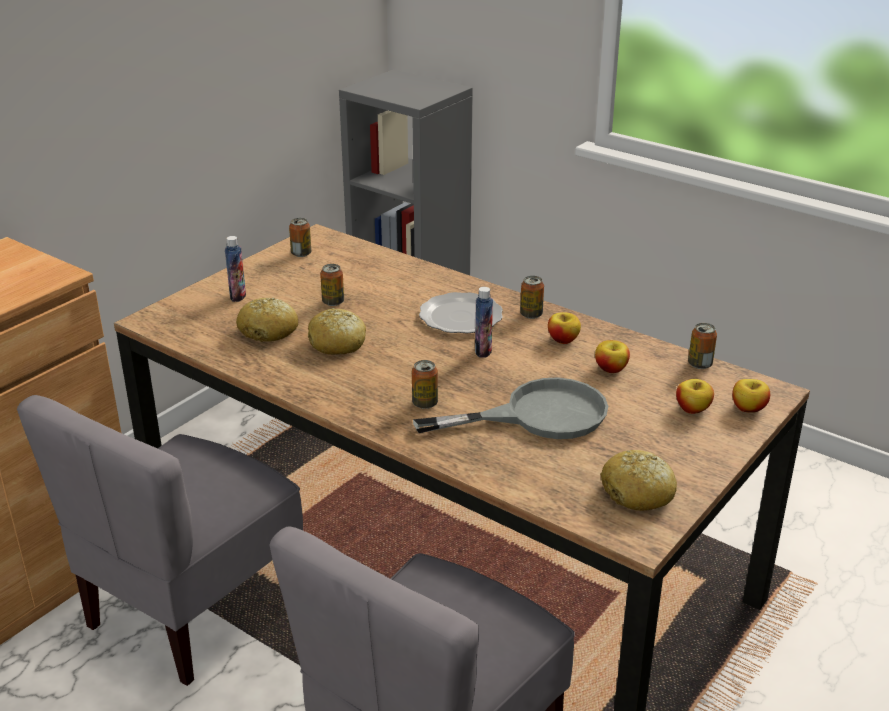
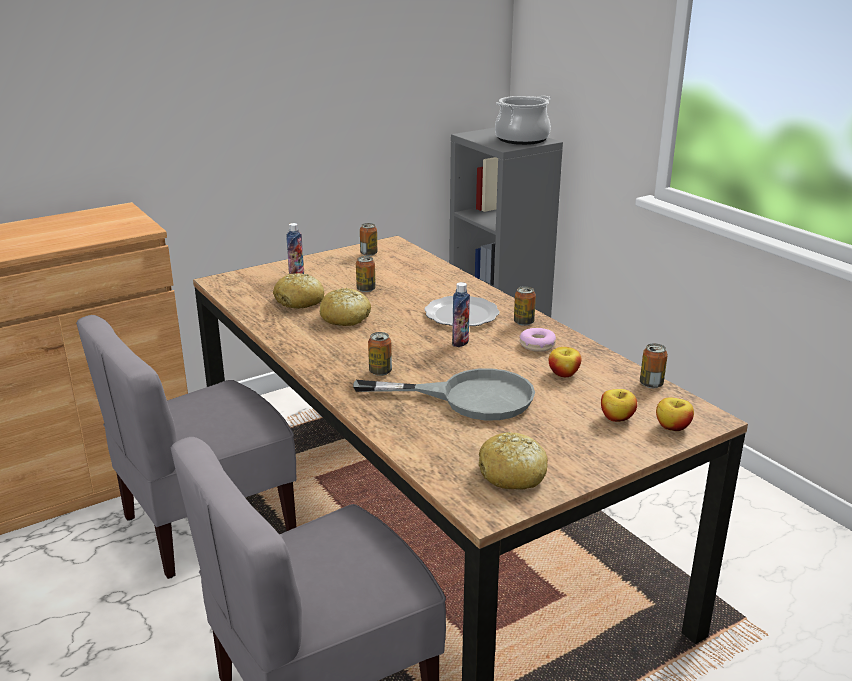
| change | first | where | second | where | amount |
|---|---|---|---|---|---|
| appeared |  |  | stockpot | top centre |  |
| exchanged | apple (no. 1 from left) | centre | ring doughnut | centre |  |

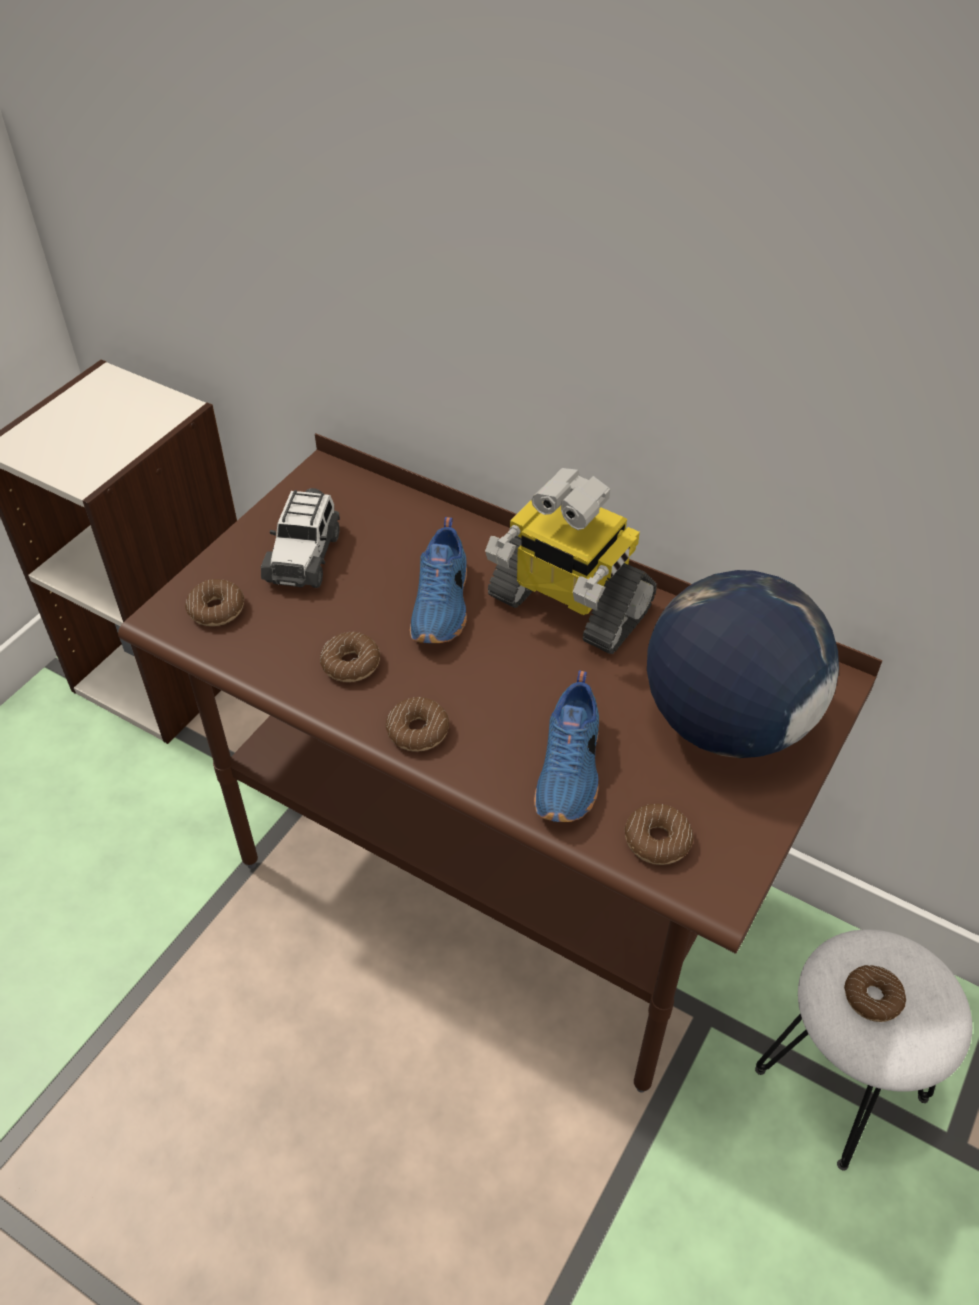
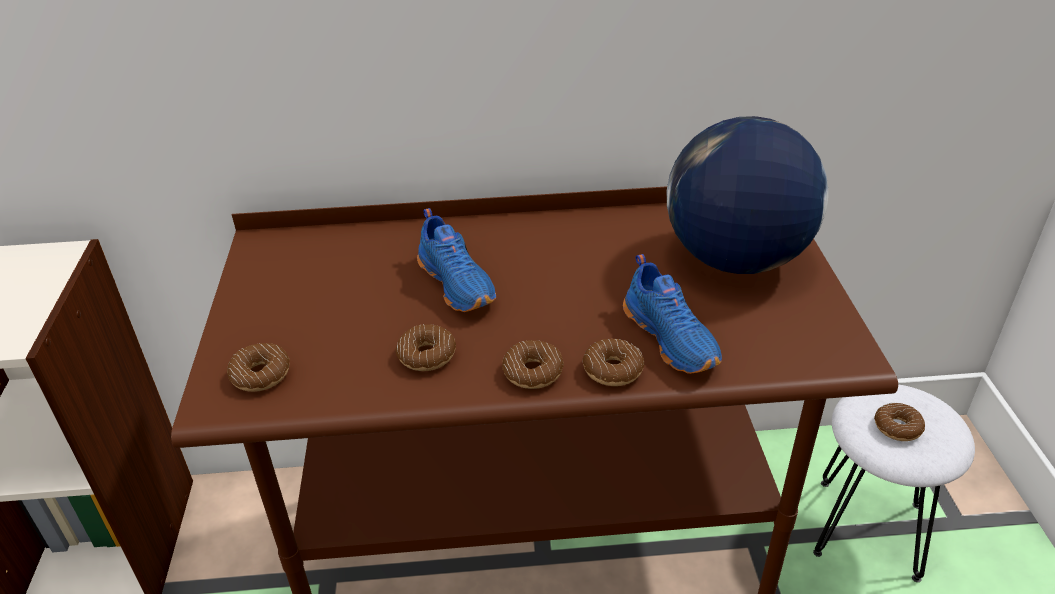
| change | first | where | second | where | amount |
|---|---|---|---|---|---|
| missing | miniature car | middle left |  |  |  |
| missing | model robot | centre |  |  |  |
| relocated | ring doughnut (no. 4 from left) | middle right |  | centre |  |

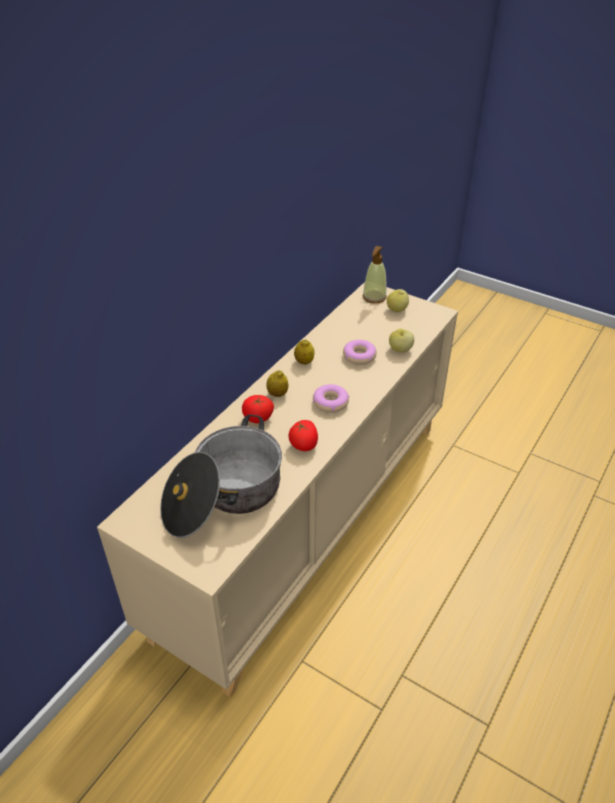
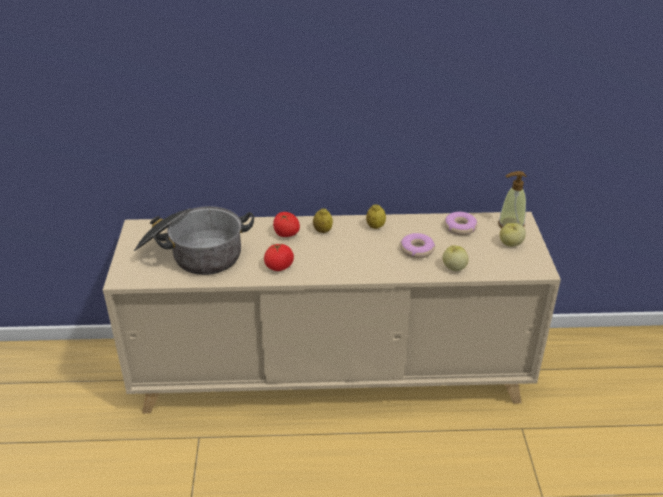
| change | first | where | second | where | amount |
|---|---|---|---|---|---|
| relocated | ring doughnut (no. 1 from left in the first image) | centre | ring doughnut (no. 2 from left) | middle right |  |

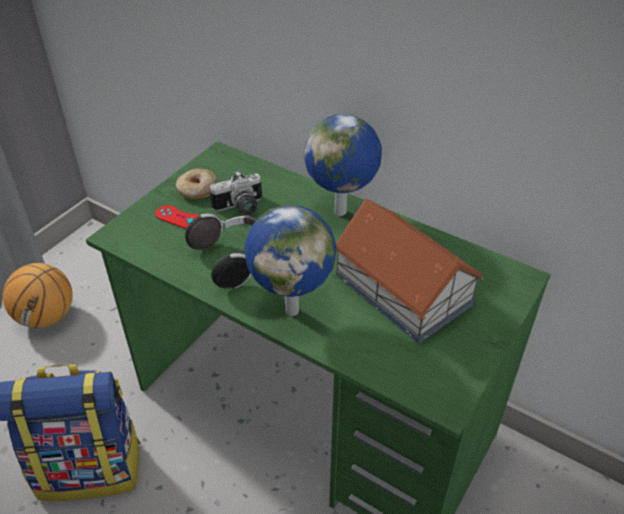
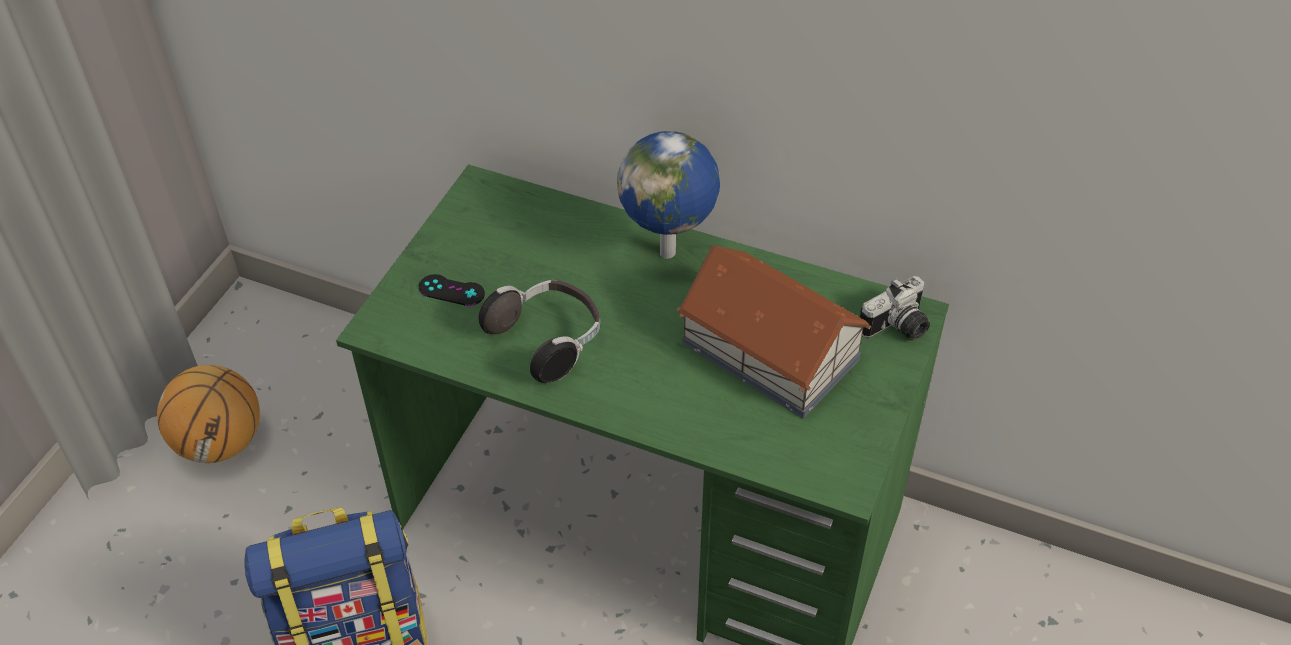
| change | first | where | second | where | amount |
|---|---|---|---|---|---|
| missing | ring doughnut | middle left |  |  |  |
| missing | globe (no. 1 from left) | centre |  |  |  |
| relocated | still camera | centre |  | middle right |  |
| colour | red-coloured joypad | middle left | black-coloured joypad | centre |  |

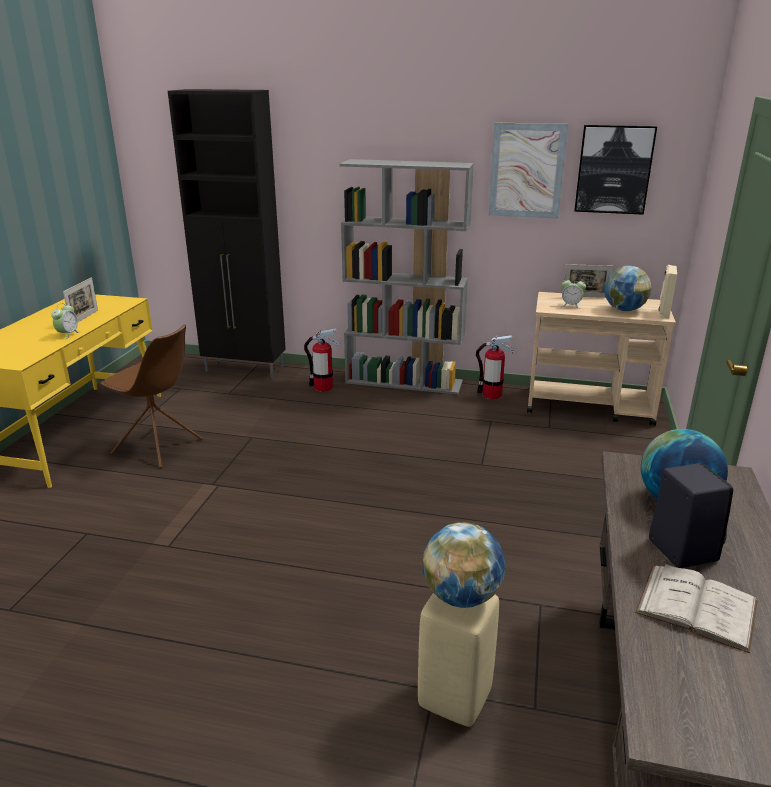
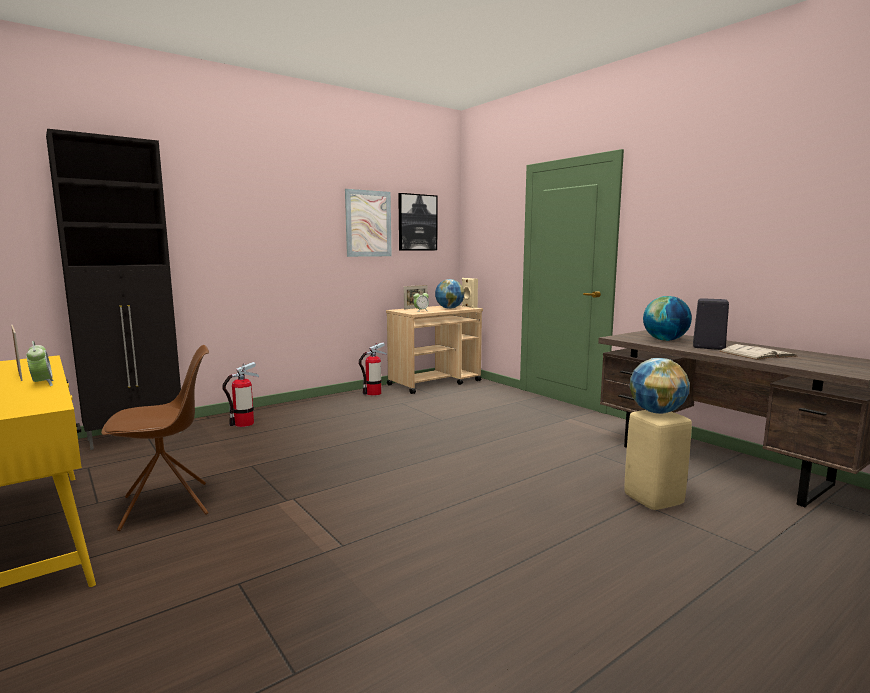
| change | first | where | second | where | amount |
|---|---|---|---|---|---|
| missing | grey shelving unit | centre |  |  |  |

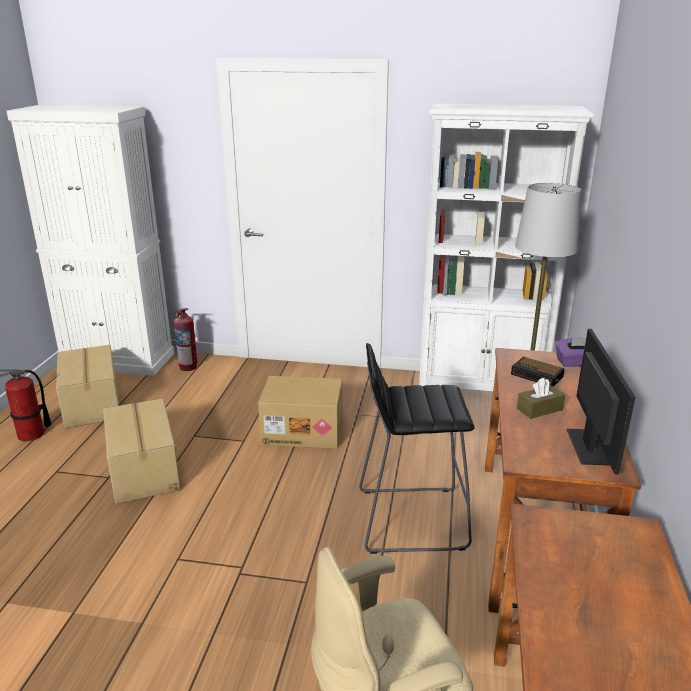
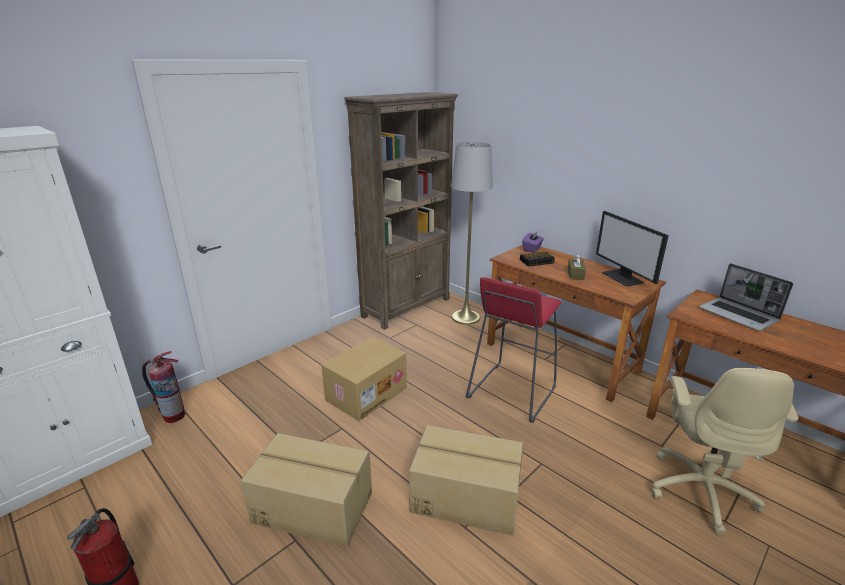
| change | first | where | second | where | amount |
|---|---|---|---|---|---|
| appeared |  |  | portable computer | middle right |  |
| relocated | carton (no. 1 from left in the first image) | middle left | carton (no. 3 from left) | bottom centre |  |
| colour | black-coloured stool | centre | red-coloured stool | centre |  |
| colour | white shelving unit | middle right | brown shelving unit | centre |  |
| spun | computer display | middle right |  | middle right | 150 degrees counterclockwise |

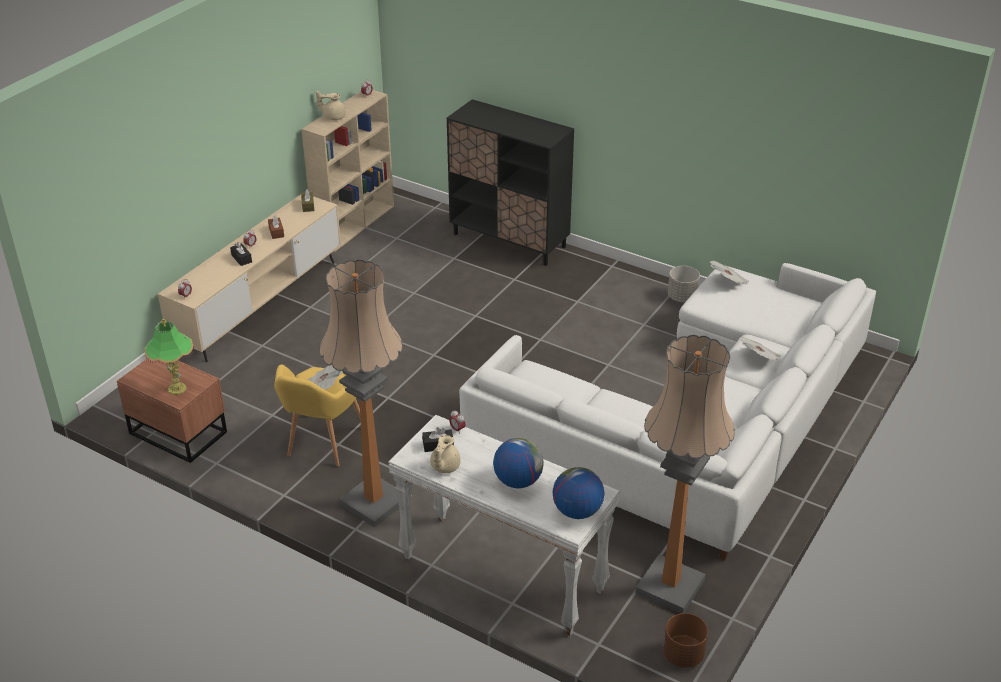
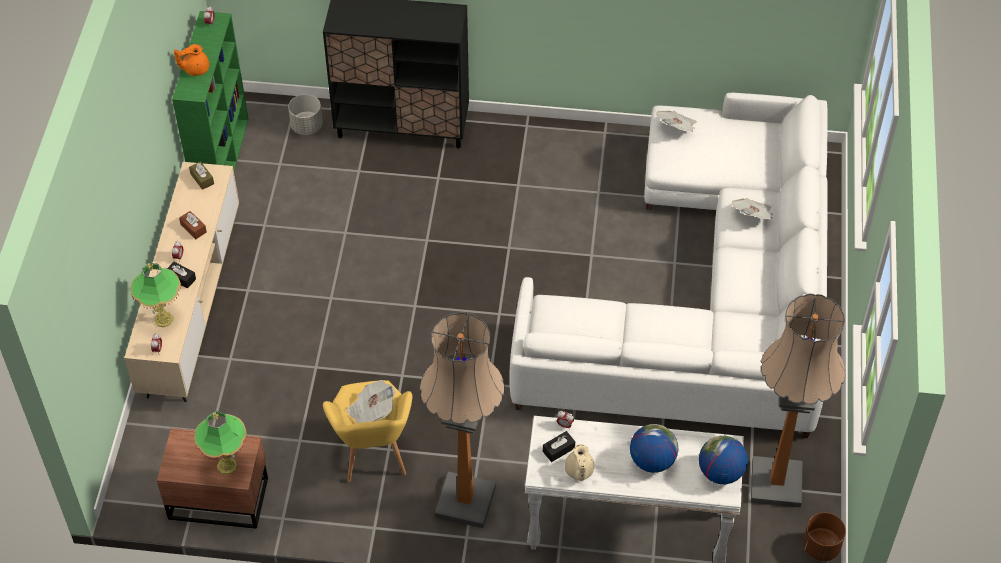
| change | first | where | second | where | amount |
|---|---|---|---|---|---|
| appeared |  |  | table lamp (no. 1 from left) | middle left |  |
| relocated | grey planter | middle right |  | top left |  |
| colour | beige-coloured shelving unit | top centre | green-coloured shelving unit | top left |  |
| colour | beige-coloured pot for tea (no. 1 from left) | top left | orange-coloured pot for tea | top left |  |

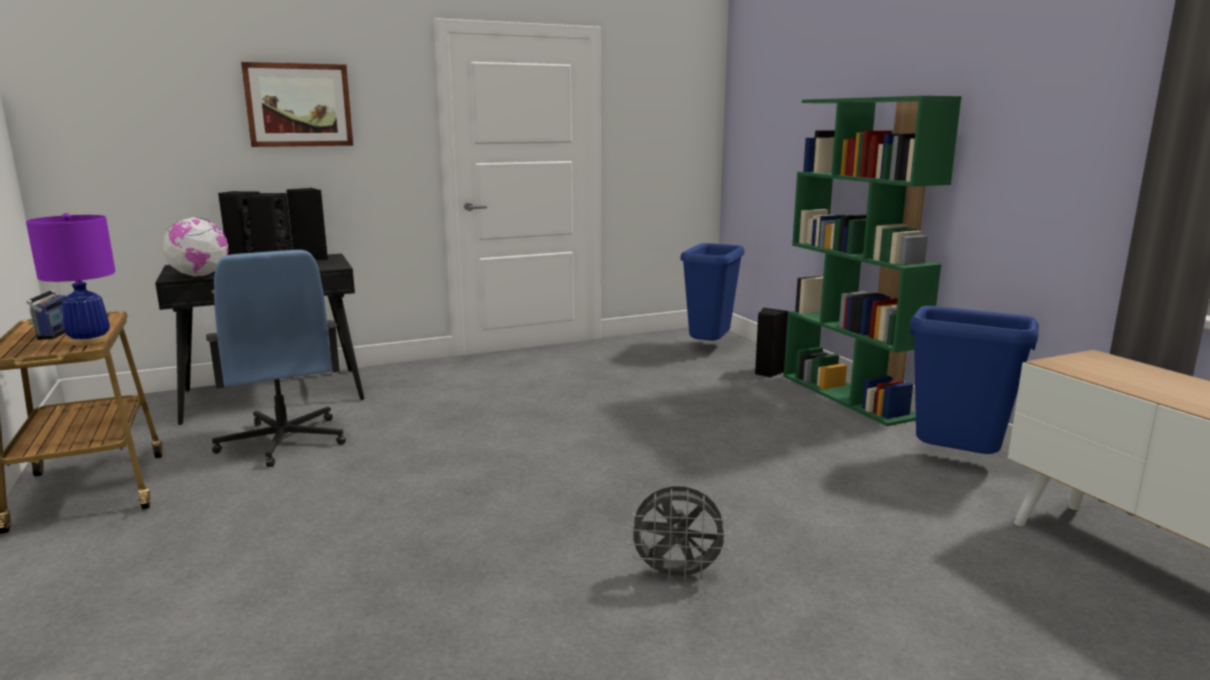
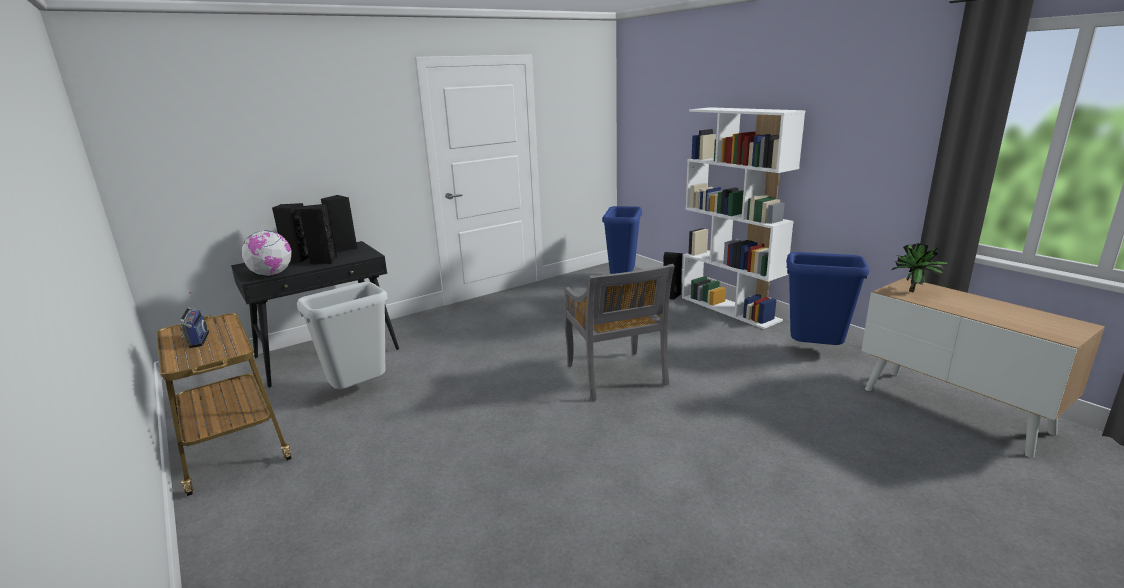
| change | first | where | second | where | amount |
|---|---|---|---|---|---|
| missing | purplish table lamp | middle left |  |  |  |
| missing | wall picture | top left |  |  |  |
| missing | grey cooling fan | bottom centre |  |  |  |
| appeared |  |  | grey chair | centre |  |
| appeared |  |  | potted plant | middle right |  |
| exchanged | bluish office chair | middle left | grey trash can | middle left |  |
| colour | green-coloured shelving unit | middle right | white shelving unit | centre |  |

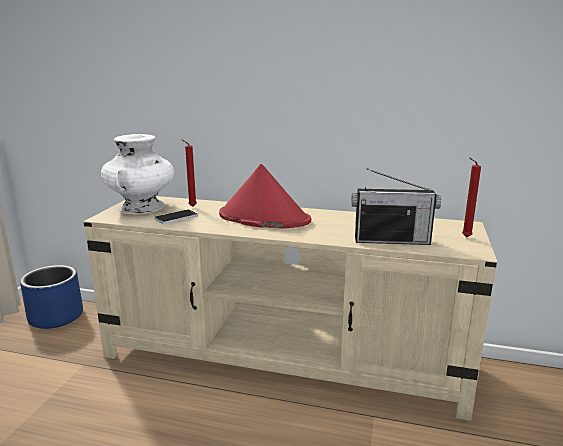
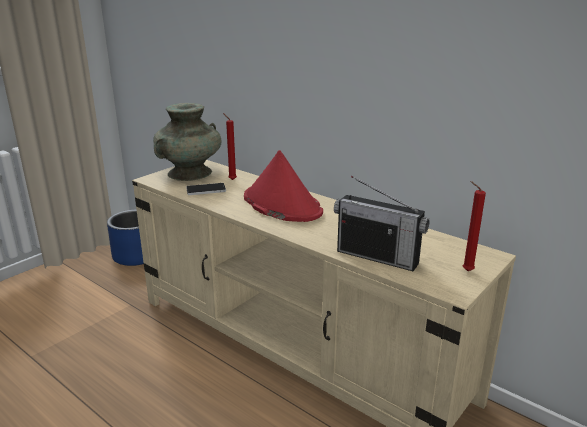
| change | first | where | second | where | amount |
|---|---|---|---|---|---|
| colour | white vase | middle left | blue-green vase | top left |  |

